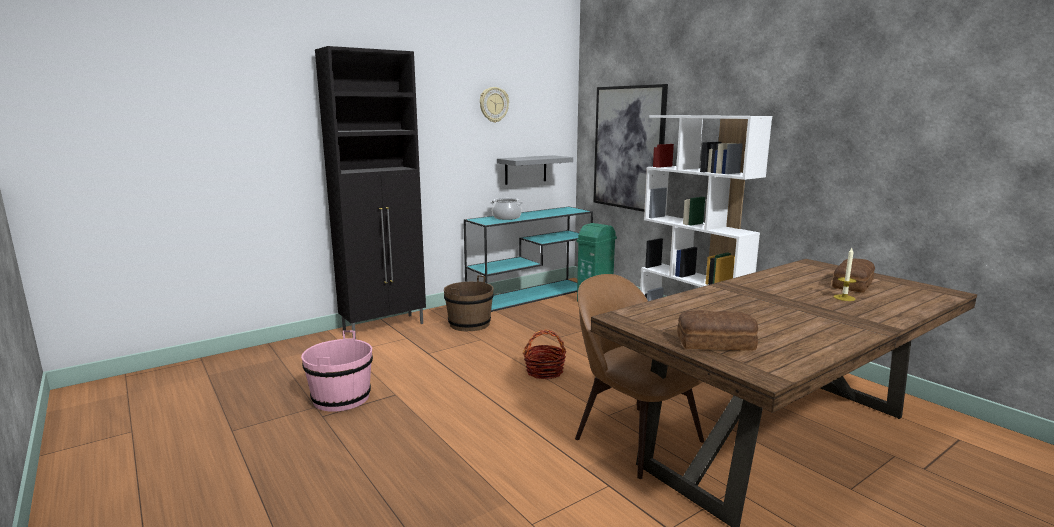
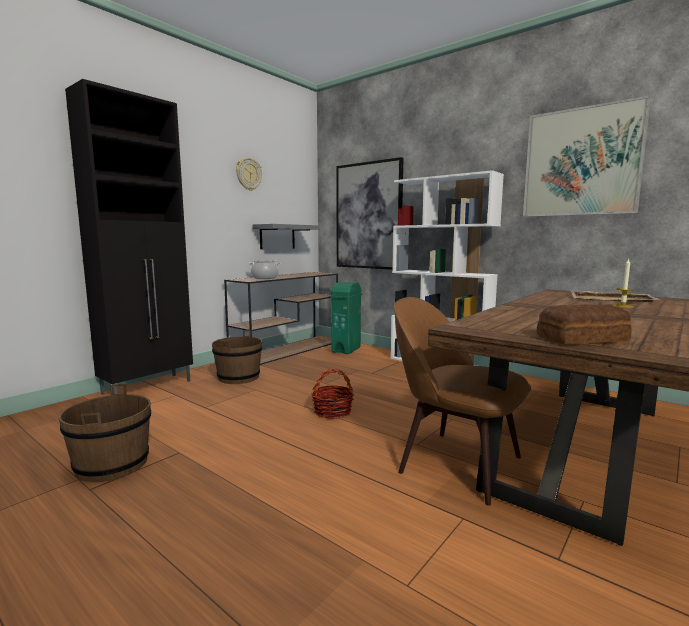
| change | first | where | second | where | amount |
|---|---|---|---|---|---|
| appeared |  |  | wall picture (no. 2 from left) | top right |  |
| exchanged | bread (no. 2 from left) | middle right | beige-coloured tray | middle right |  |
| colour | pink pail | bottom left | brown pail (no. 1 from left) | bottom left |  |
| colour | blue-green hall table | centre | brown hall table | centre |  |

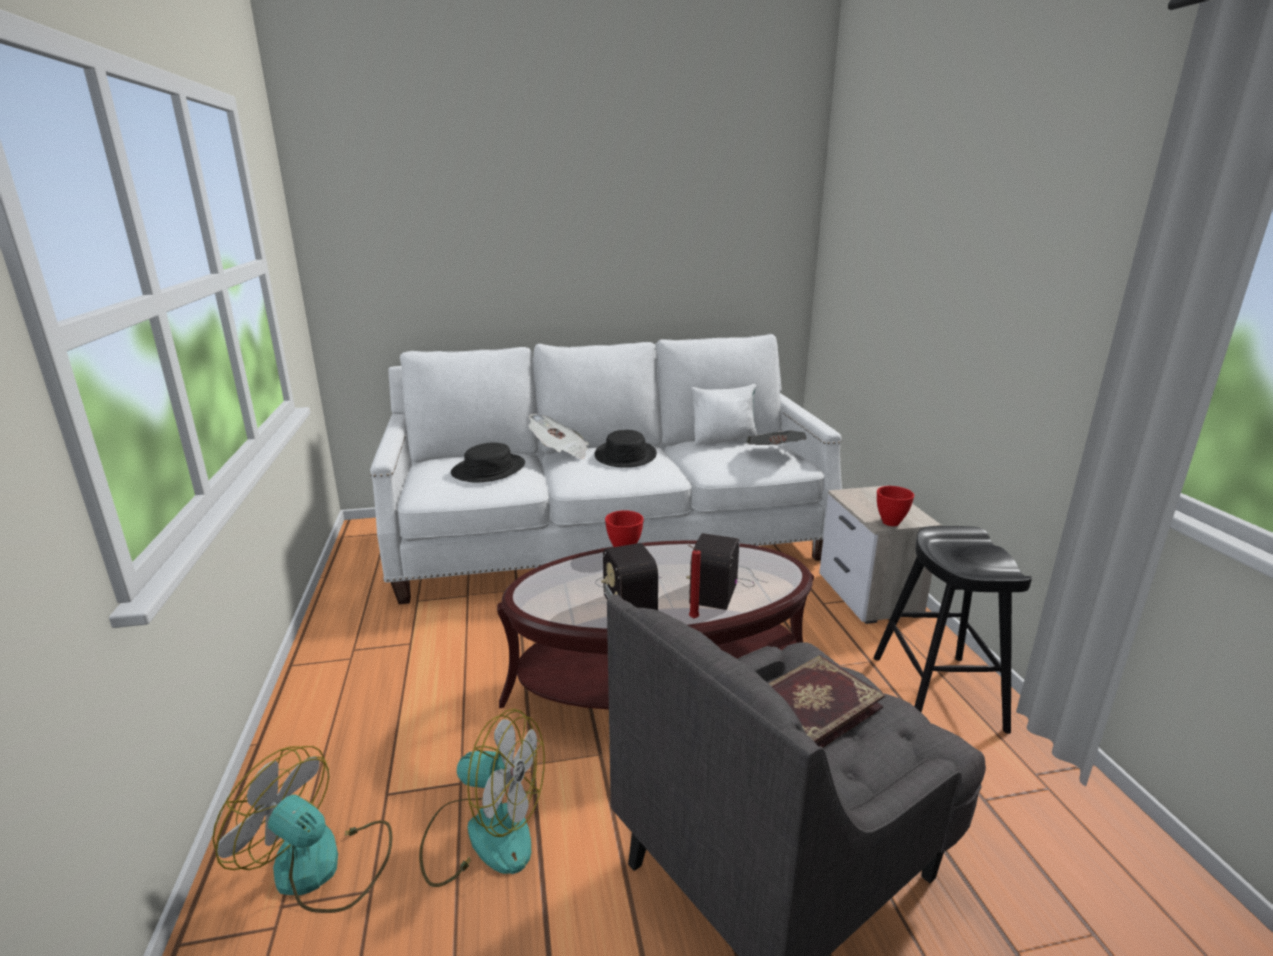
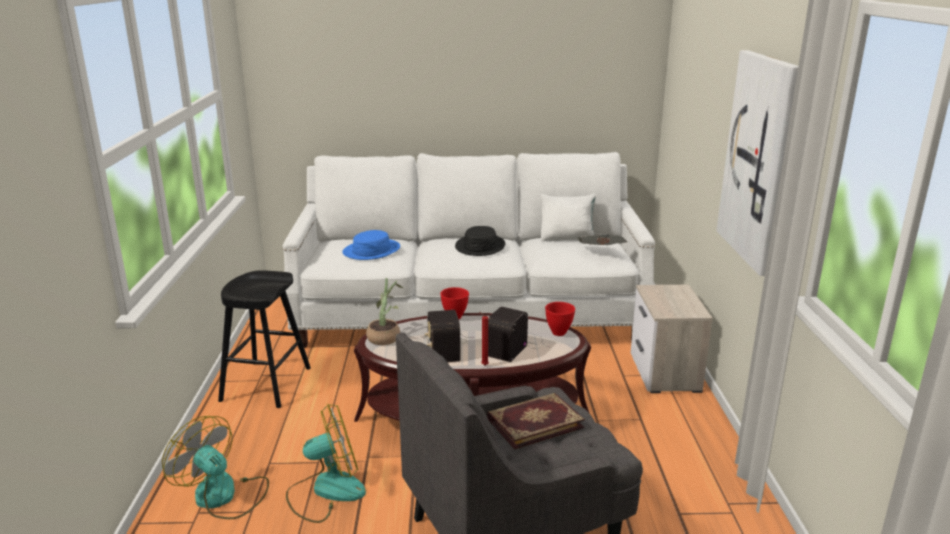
| change | first | where | second | where | amount |
|---|---|---|---|---|---|
| missing | newspaper (no. 1 from left) | centre |  |  |  |
| appeared |  |  | potted plant | centre |  |
| appeared |  |  | wall picture | top right |  |
| relocated | black-coloured stool | middle right |  | middle left |  |
| relocated | red-coloured deep dish (no. 2 from left) | middle right |  | centre |  |
| colour | black-coloured clothing hat (no. 1 from left) | centre | bluish clothing hat | centre |  |
| spun | cooling fan (no. 2 from left) | bottom centre |  | bottom centre | 45 degrees counterclockwise |

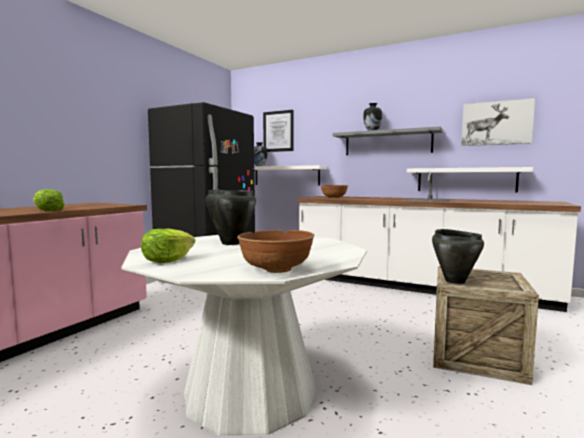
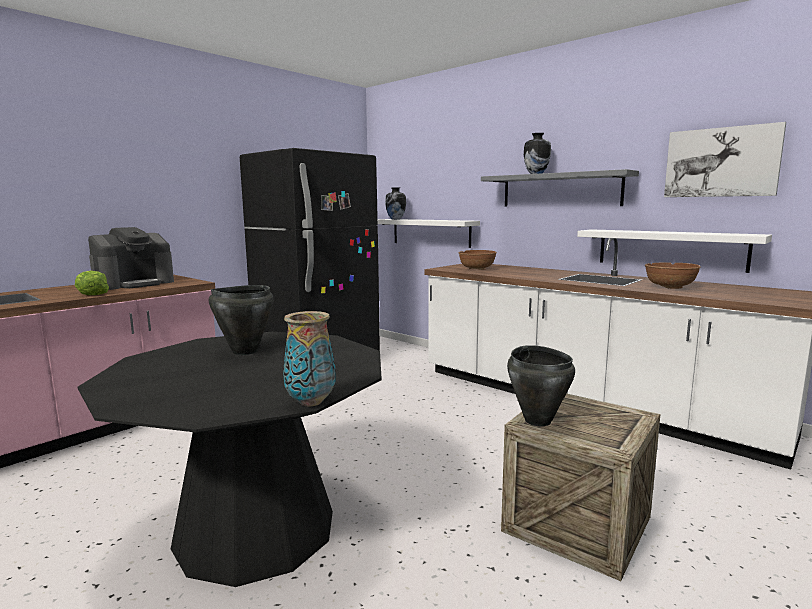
| change | first | where | second | where | amount |
|---|---|---|---|---|---|
| missing | lettuce head (no. 2 from left) | middle left |  |  |  |
| missing | wall picture (no. 1 from left) | top centre |  |  |  |
| appeared |  |  | coffee brewer | middle left |  |
| appeared |  |  | vase (no. 1 from left) | centre |  |
| relocated | brown deep dish (no. 1 from left in the first image) | centre | brown deep dish (no. 2 from left) | middle right |  |
| colour | white dinner table | bottom centre | black-coloured dinner table | bottom left |  |

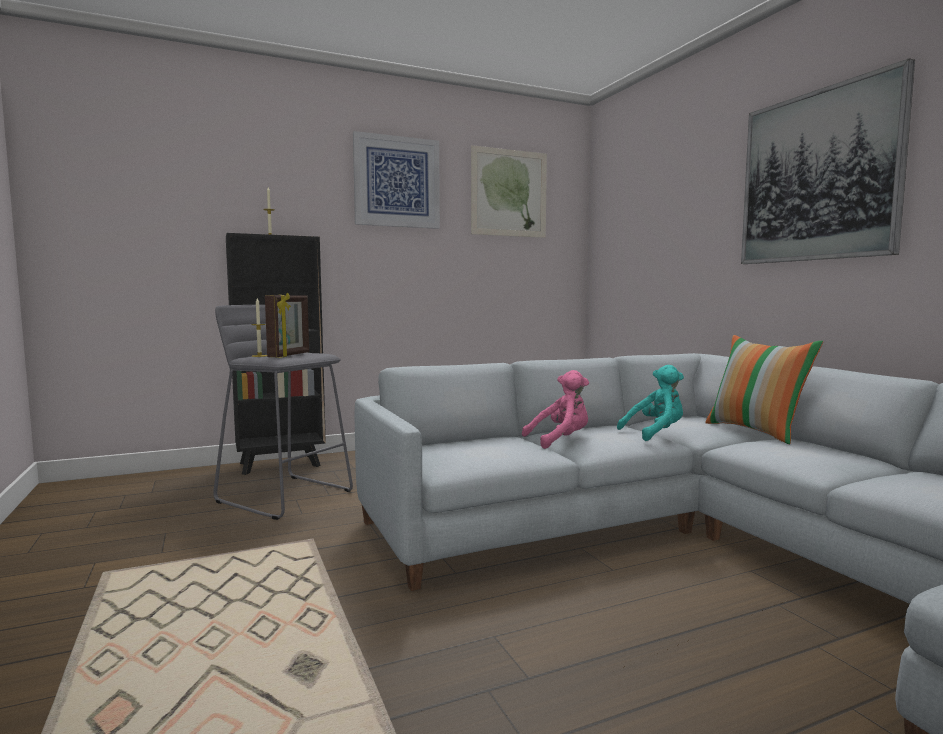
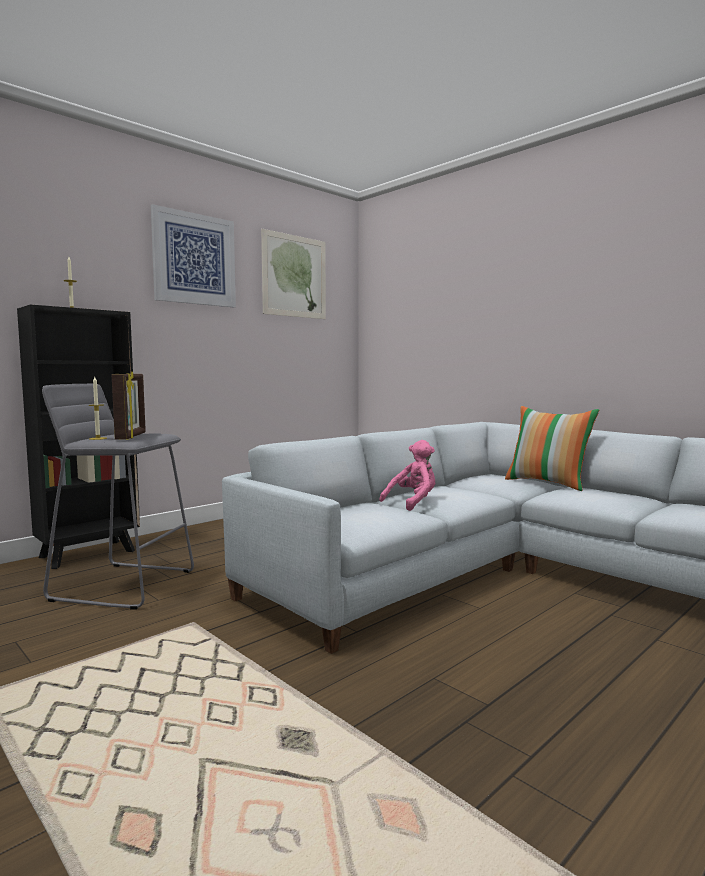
| change | first | where | second | where | amount |
|---|---|---|---|---|---|
| missing | blue-green plush toy | middle right |  |  |  |
| missing | wall picture (no. 3 from left) | top right |  |  |  |

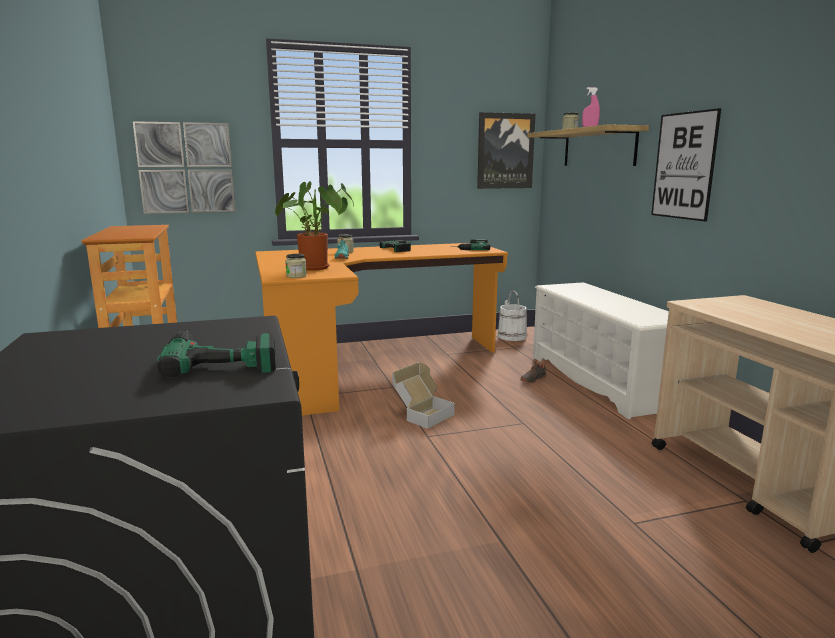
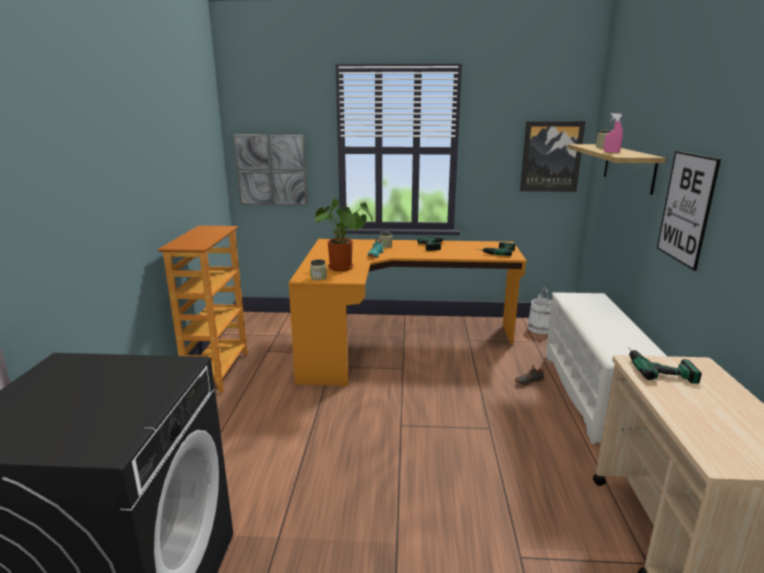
| change | first | where | second | where | amount |
|---|---|---|---|---|---|
| missing | carton | centre |  |  |  |
| relocated | drill (no. 1 from left in the first image) | middle left | drill (no. 3 from left) | middle right |  |

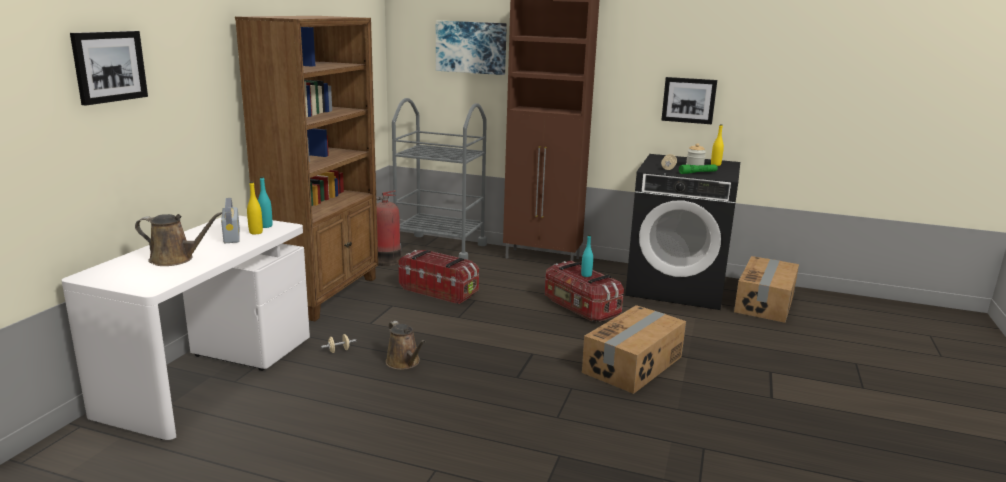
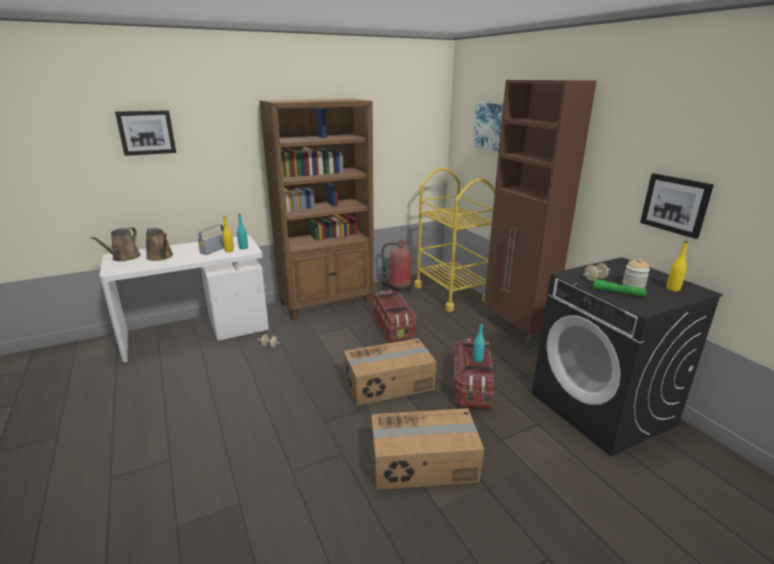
| change | first | where | second | where | amount |
|---|---|---|---|---|---|
| relocated | brown watering pot (no. 2 from left in the first image) | bottom centre | brown watering pot (no. 1 from left) | middle left |  |
| relocated | carton (no. 2 from left in the first image) | middle right | carton (no. 1 from left) | centre |  |
| colour | grey trolley | centre | yellowish trolley | centre |  |

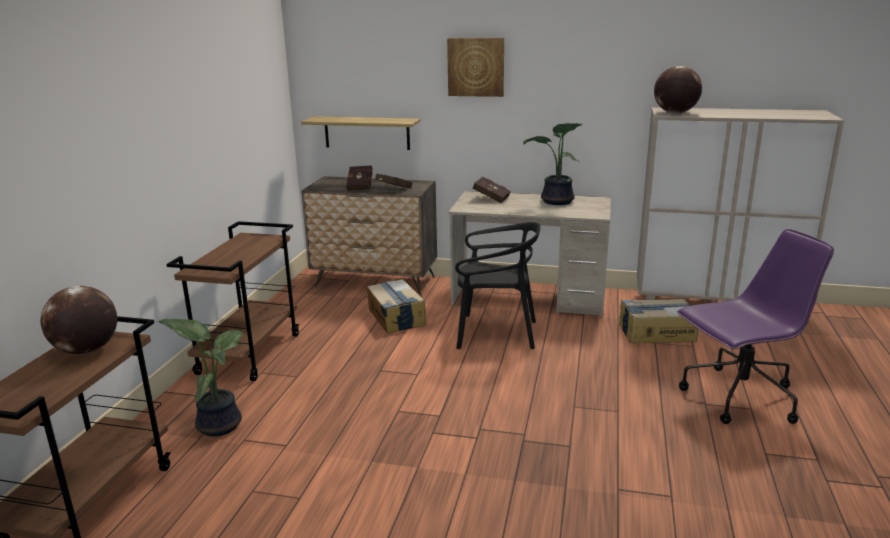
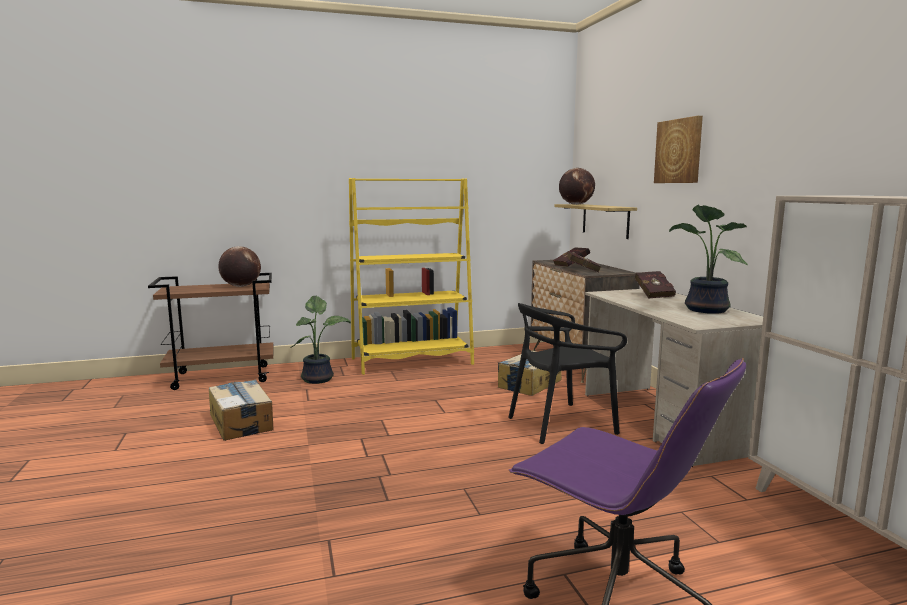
| change | first | where | second | where | amount |
|---|---|---|---|---|---|
| relocated | carton (no. 2 from left in the first image) | middle right | carton (no. 1 from left) | bottom left |  |
| relocated | globe (no. 2 from left) | top right |  | top centre |  |
| exchanged | brown trolley (no. 2 from left) | middle left | yellowish shelving unit | centre |  |
| spun | black-coloured chair | centre |  | centre | 90 degrees clockwise |

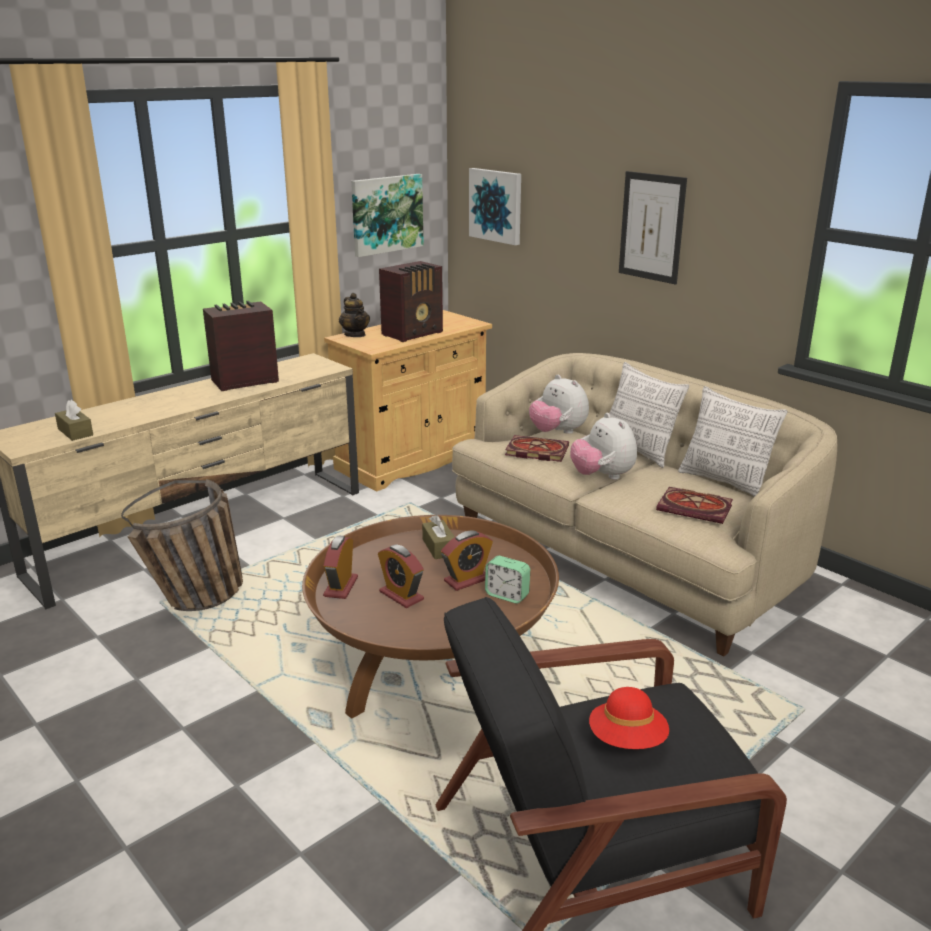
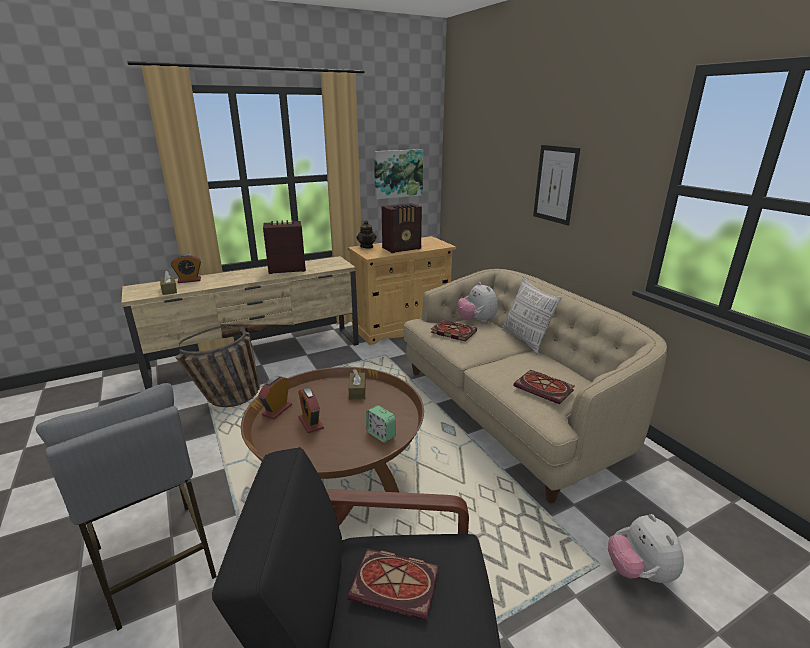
| change | first | where | second | where | amount |
|---|---|---|---|---|---|
| missing | wall picture (no. 2 from left) | top centre |  |  |  |
| missing | pillow (no. 2 from left) | middle right |  |  |  |
| appeared |  |  | grey stool | bottom left |  |
| relocated | alarm clock (no. 3 from left in the first image) | centre | alarm clock (no. 1 from left) | middle left |  |
| relocated | plush toy (no. 2 from left) | centre |  | bottom right |  |
| exchanged | red-coloured clothing hat | bottom right | volume (no. 1 from left) | bottom centre |  |

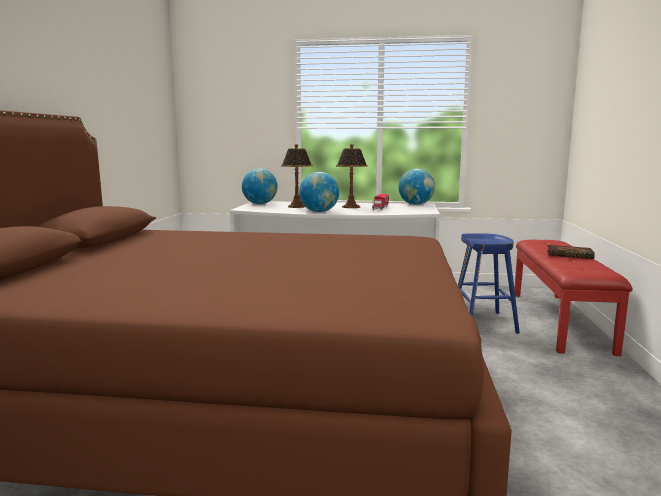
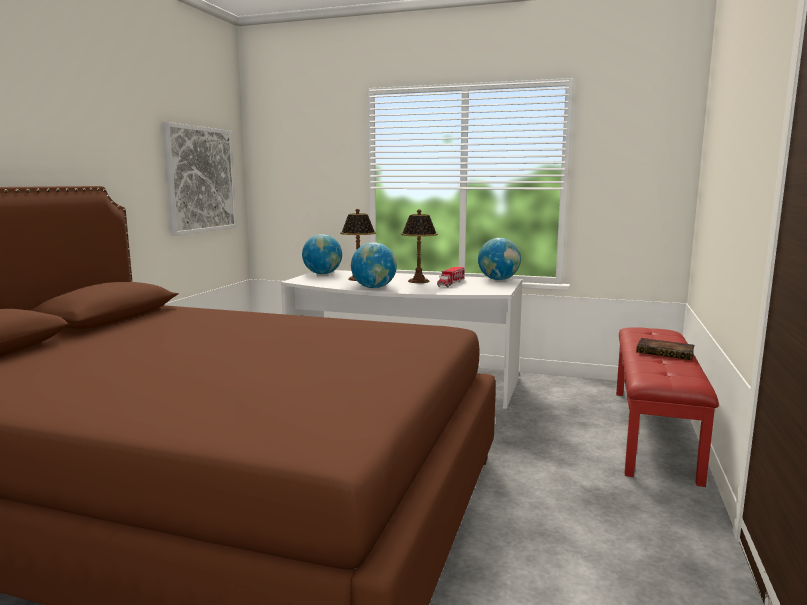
| change | first | where | second | where | amount |
|---|---|---|---|---|---|
| missing | bluish stool | middle right |  |  |  |
| appeared |  |  | wall picture | top left |  |

